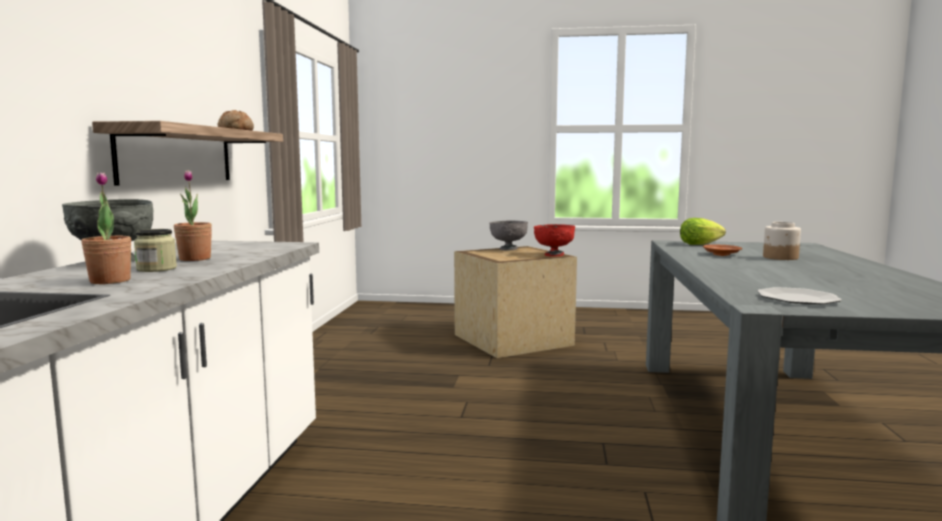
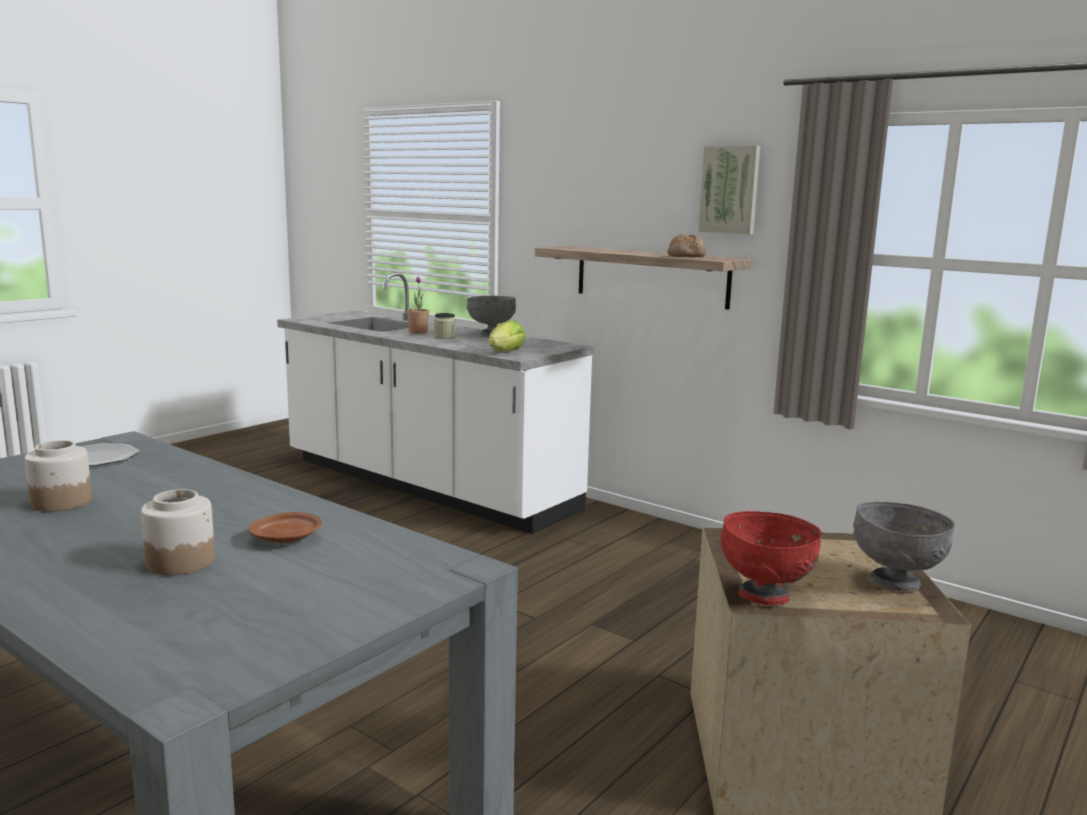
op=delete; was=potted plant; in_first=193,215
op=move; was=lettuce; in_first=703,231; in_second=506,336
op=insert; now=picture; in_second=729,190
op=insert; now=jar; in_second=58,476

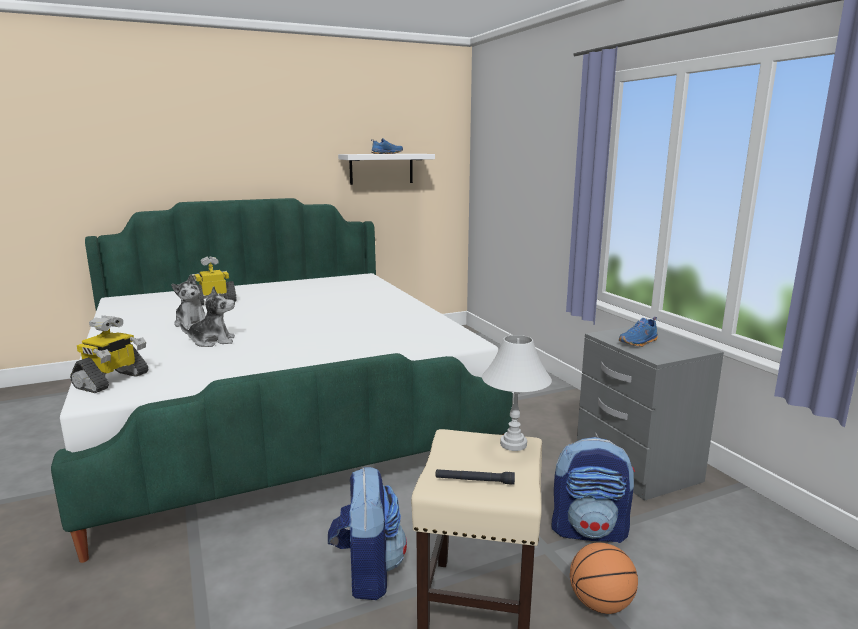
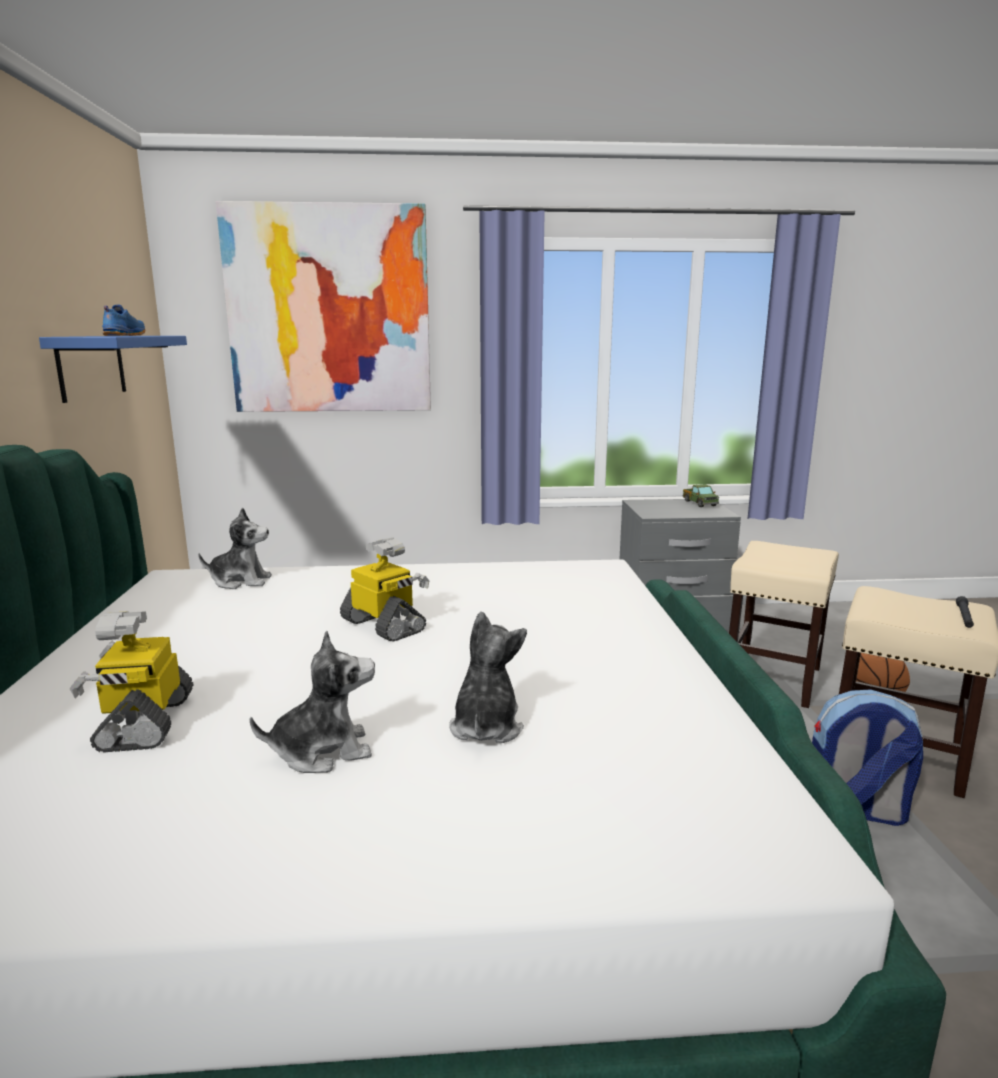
op=recolor; was=white shelf; now=blue shelf; in_first=386,169; in_second=113,369
op=move; was=toy robot; in_first=109,354; in_second=384,589
op=delete; was=blue shoe; in_first=638,331
op=delete; was=white table lamp; in_first=517,393
op=replace; was=backpack; now=beige stool; in_first=593,490; in_second=784,624
op=insert; now=picture; in_second=323,306
op=insert; now=toy truck; in_second=701,495
op=insert; now=plush toy; in_second=235,548

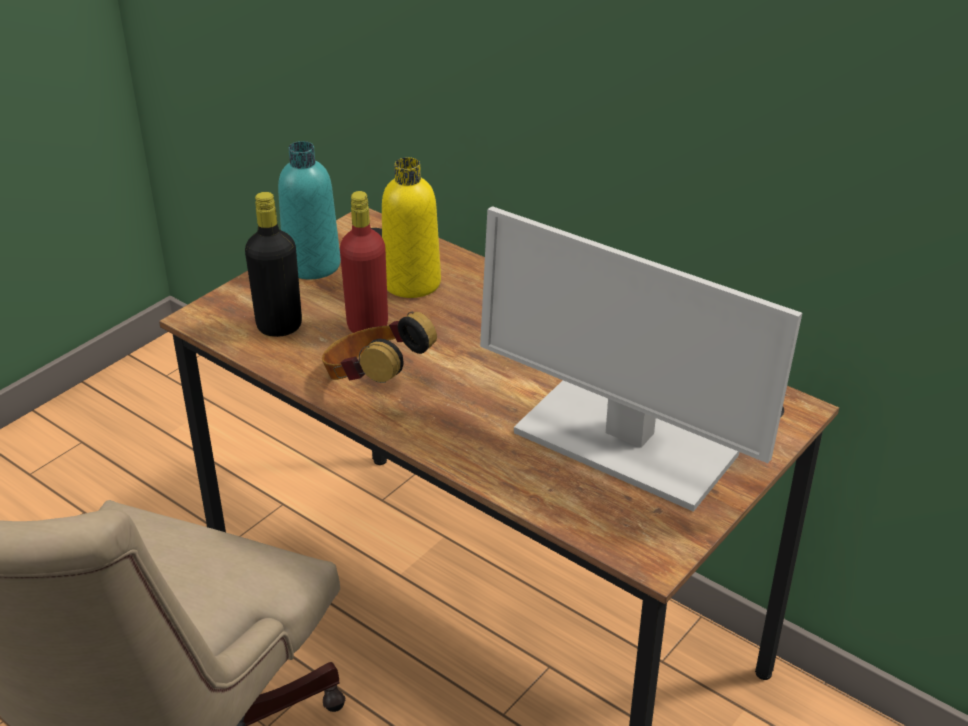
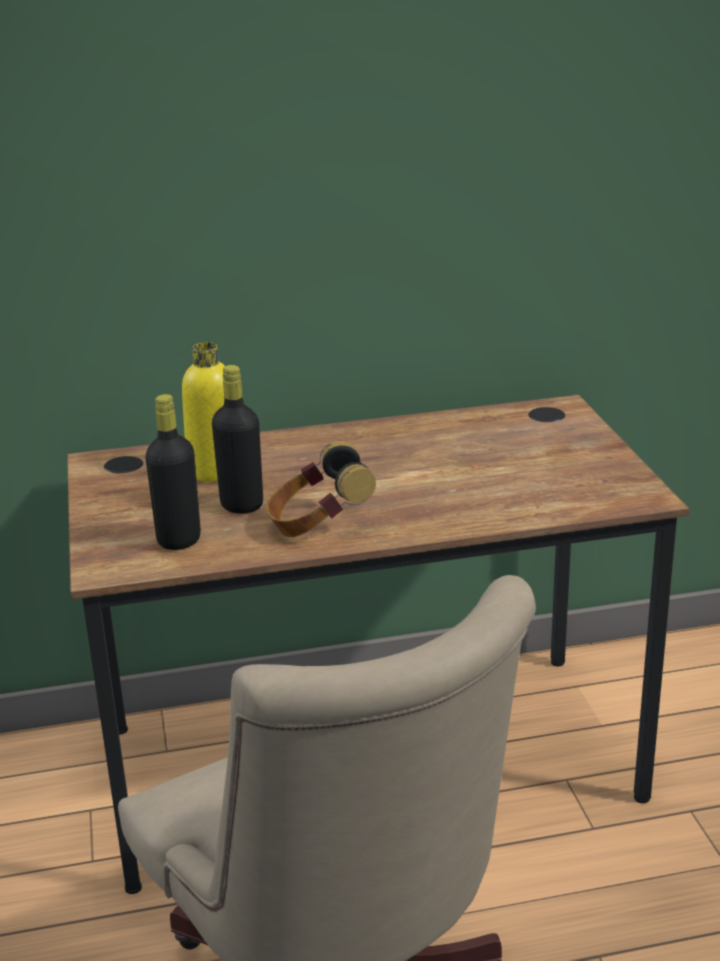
op=delete; was=turquoise bottle; in_first=309,210
op=recolor; was=red bottle; now=black bottle; in_first=364,262; in_second=237,439
op=delete; was=monitor; in_first=641,359

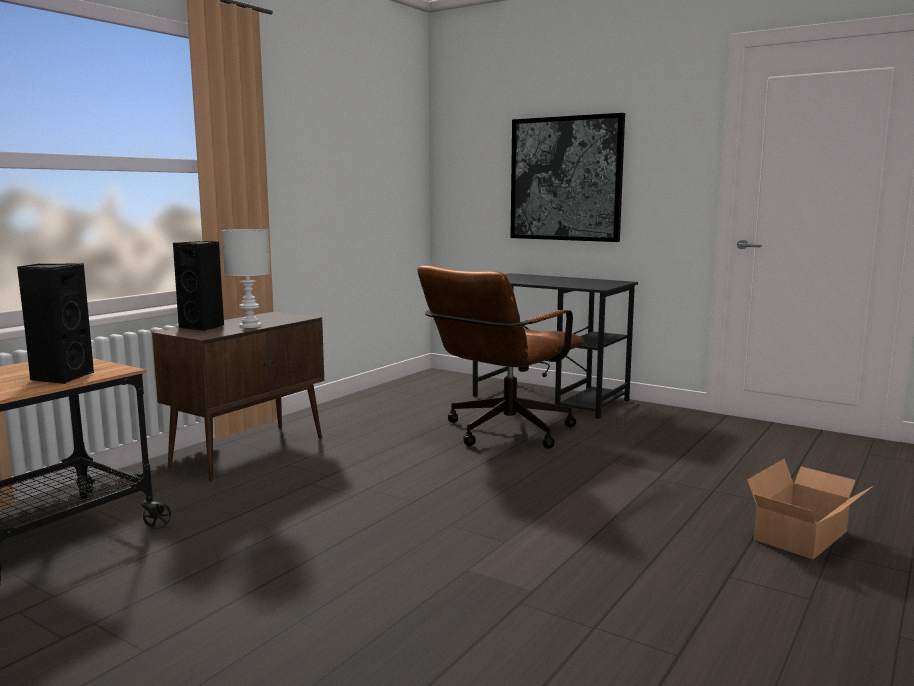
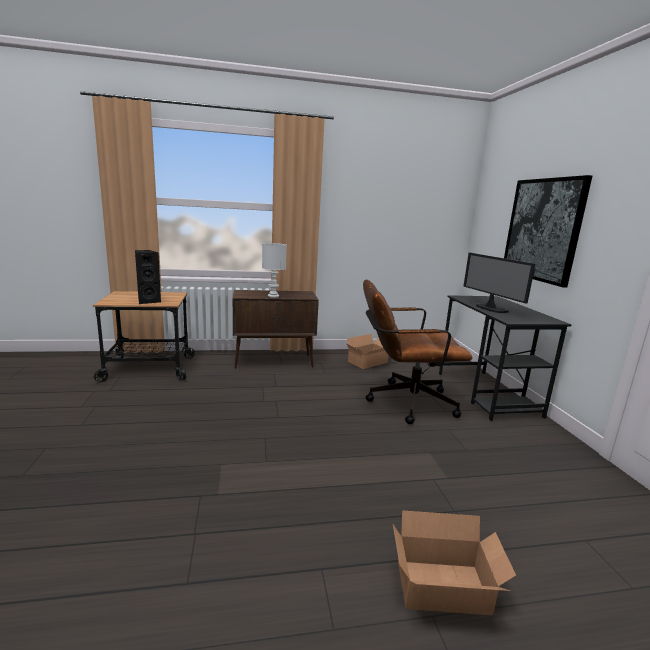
op=delete; was=black speaker; in_first=198,286
op=insert; now=monitor; in_second=499,283
op=insert; now=cardboard box; in_second=367,351

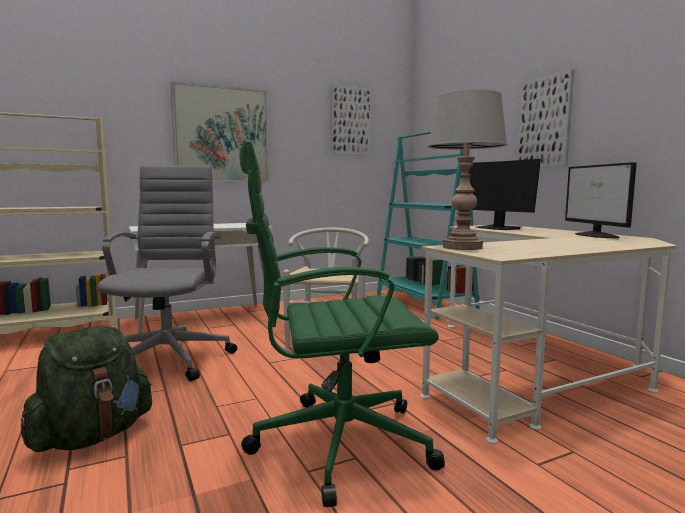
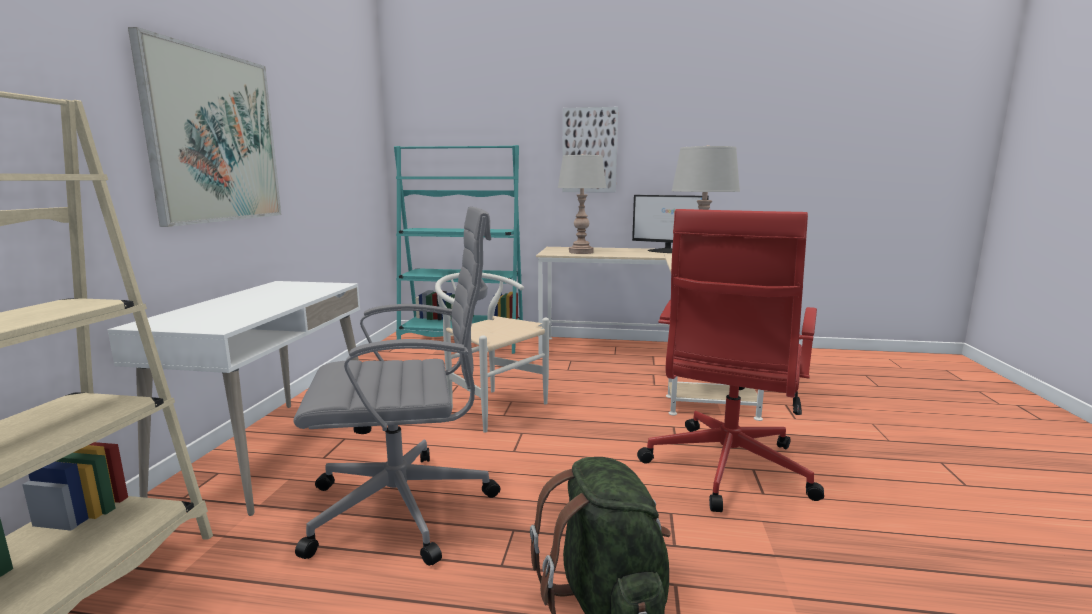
op=delete; was=picture; in_first=351,120
op=recolor; was=green office chair; now=red office chair; in_first=342,324; in_second=730,360
op=replace; was=monitor; now=grey table lamp; in_first=505,194; in_second=582,204
op=rotate; was=grey office chair; in_first=167,273; in_second=396,386; clockwise=135

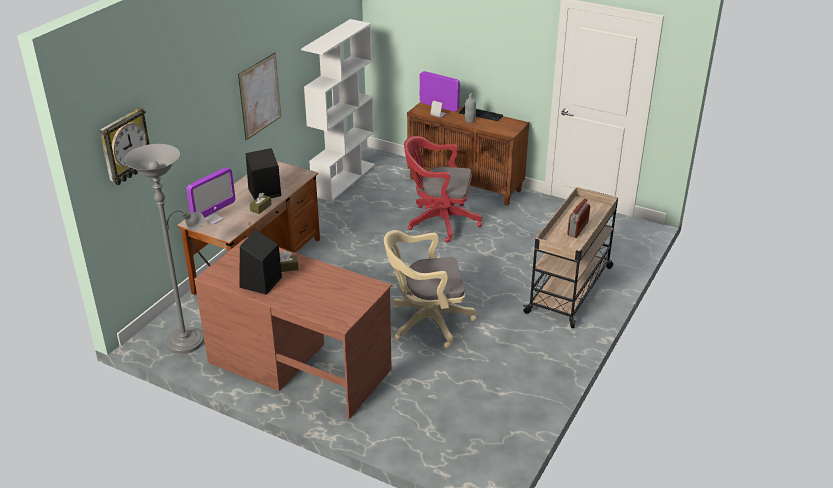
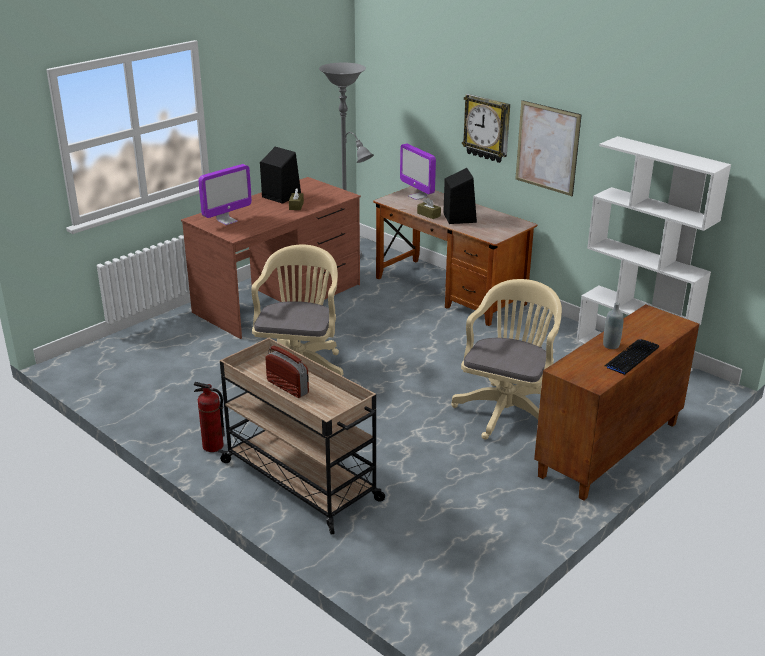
op=move; was=monitor; in_first=439,94; in_second=225,194
op=move; was=wall clock; in_first=124,146; in_second=486,128
op=recolor; was=red office chair; now=beige office chair; in_first=443,189; in_second=506,359
op=insert; now=fire extinguisher; in_second=209,417

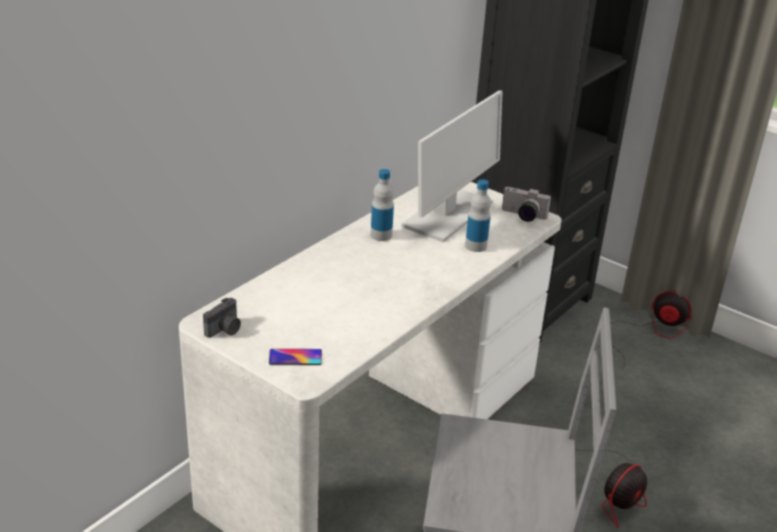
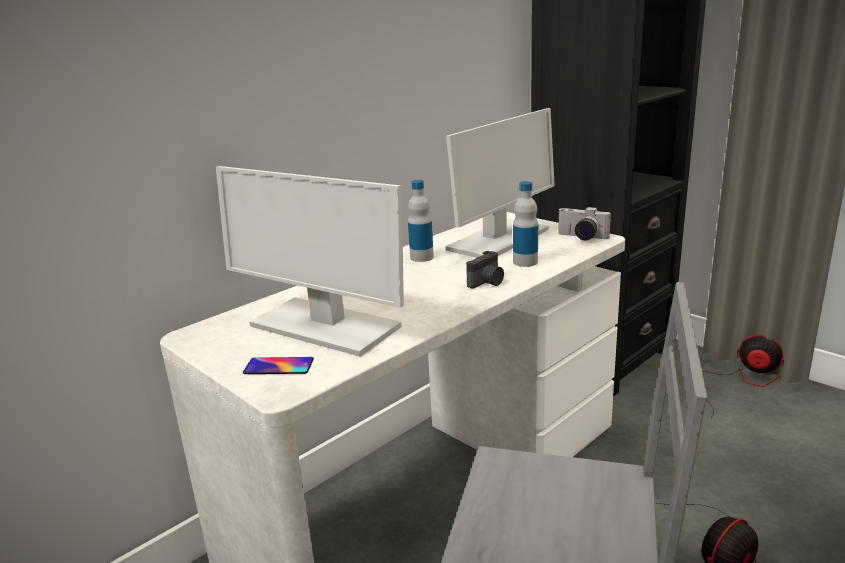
op=move; was=photo camera; in_first=222,318; in_second=485,269
op=insert; now=monitor; in_second=310,261

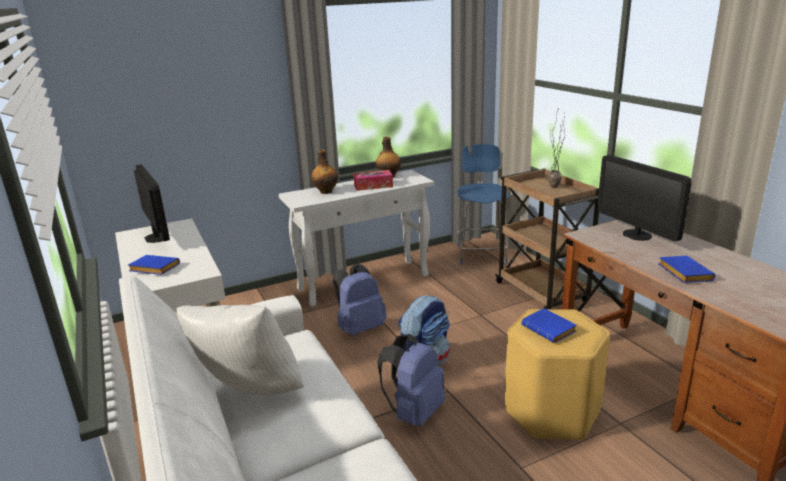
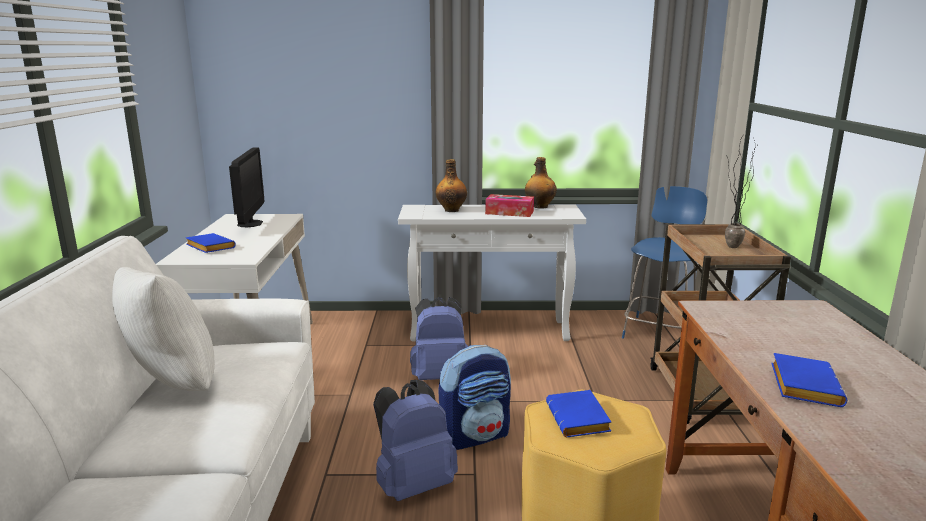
op=delete; was=monitor; in_first=644,198

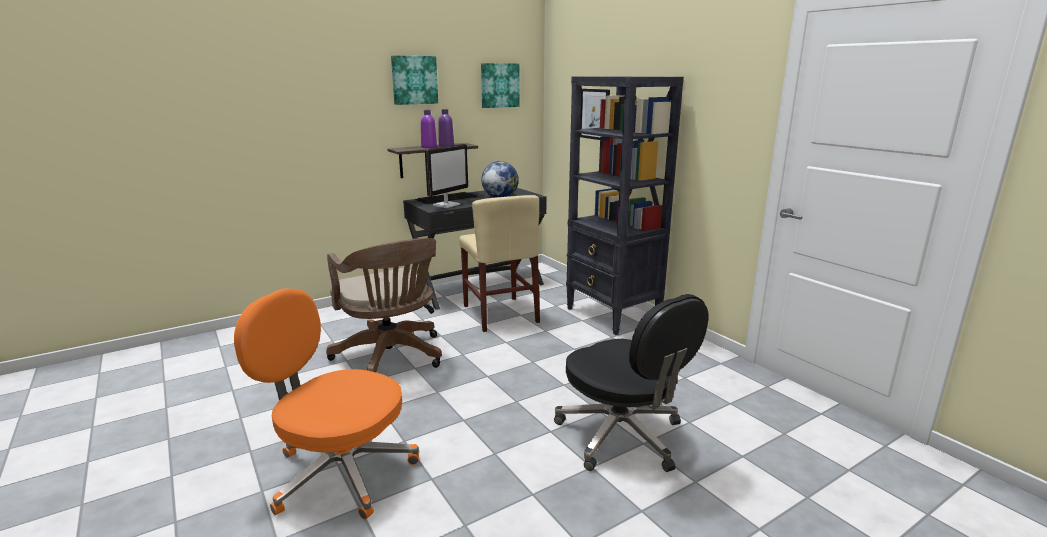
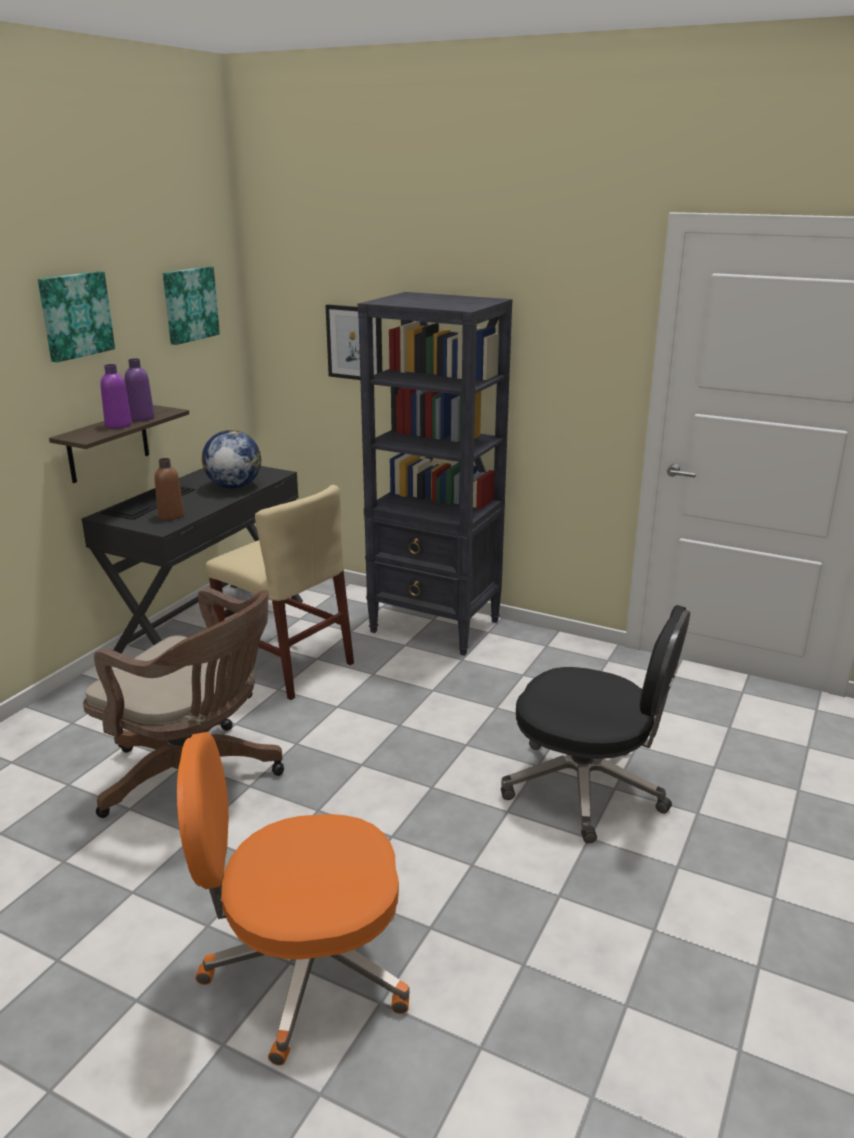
op=replace; was=monitor; now=brown bottle; in_first=446,176; in_second=169,489

